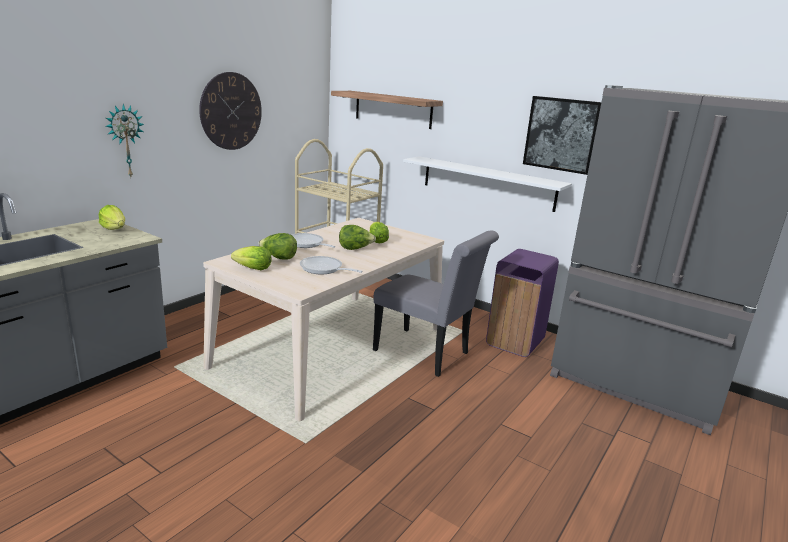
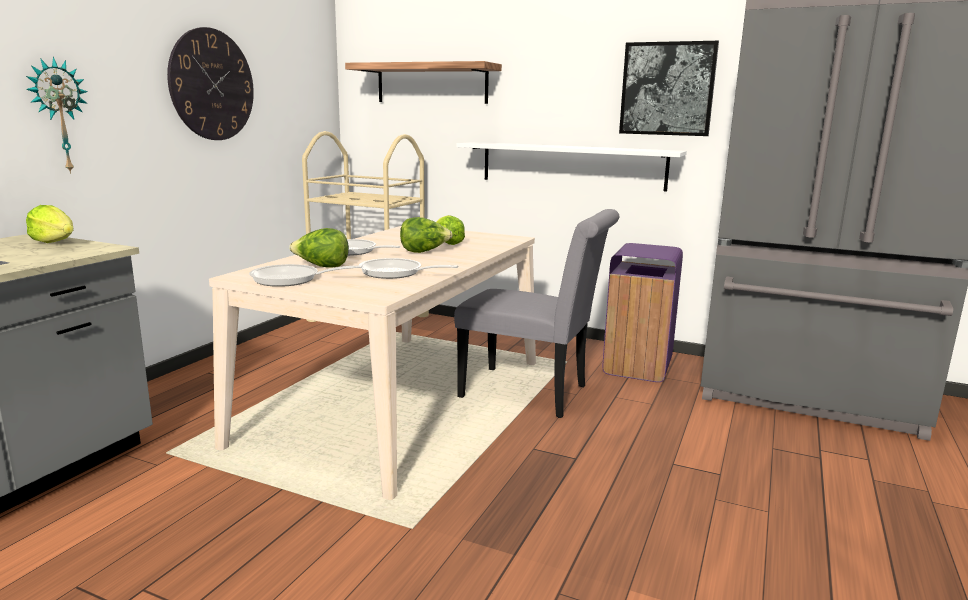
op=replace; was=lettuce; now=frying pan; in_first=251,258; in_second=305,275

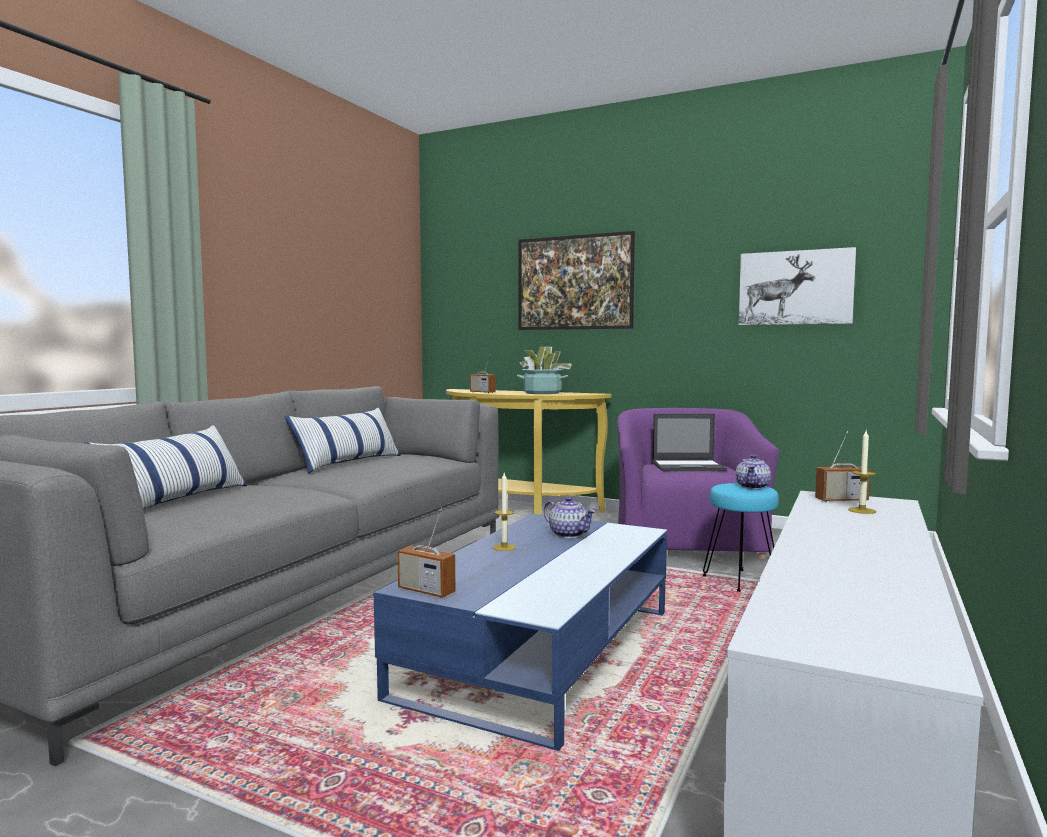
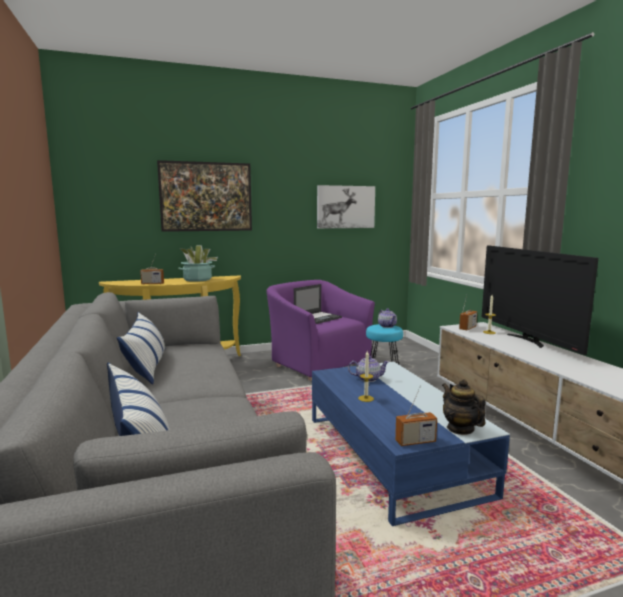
op=insert; now=television; in_second=540,300
op=insert; now=teapot; in_second=464,407

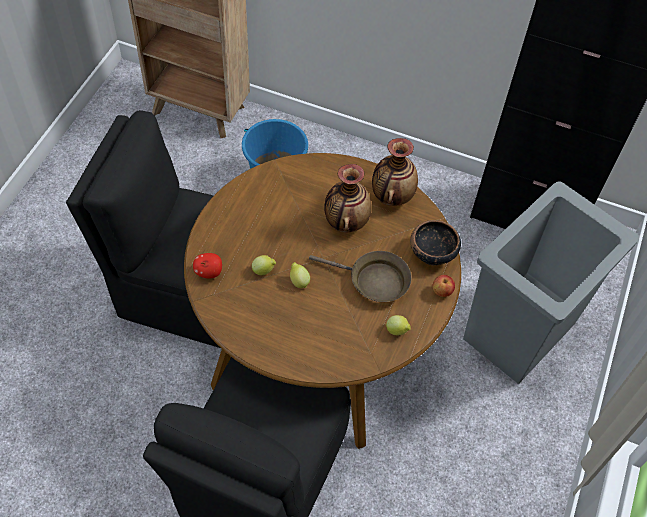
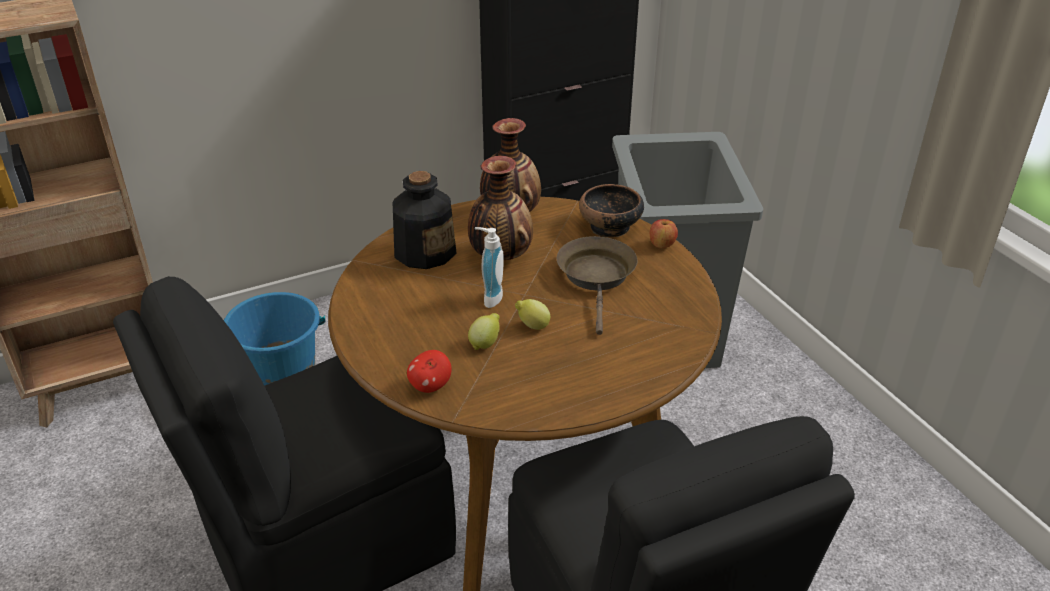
op=rotate; was=brown frying pan; in_first=360,276; in_second=597,285; clockwise=-60
op=delete; was=lemon; in_first=398,325
op=insert; now=bottle; in_second=424,220
op=insert; now=soap dispenser; in_second=489,267

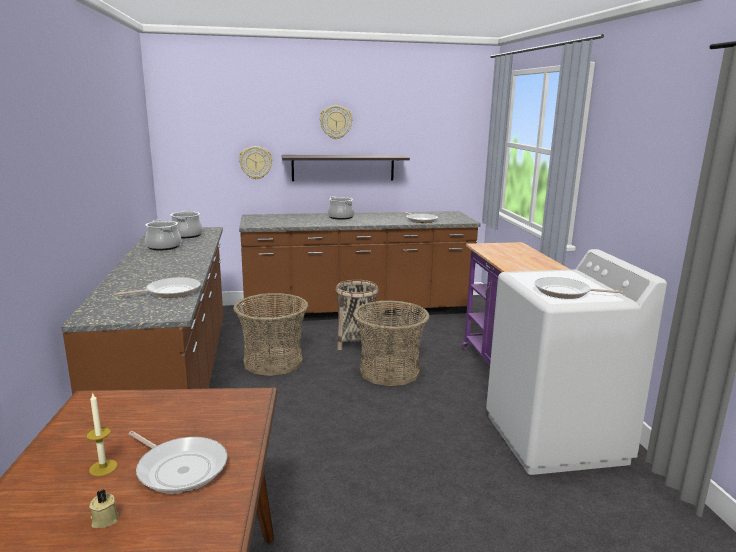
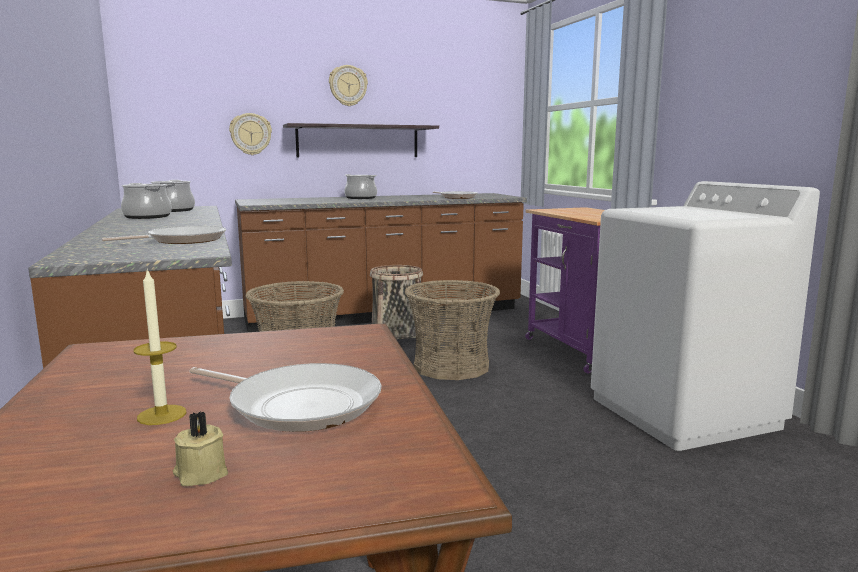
op=delete; was=frying pan; in_first=578,288

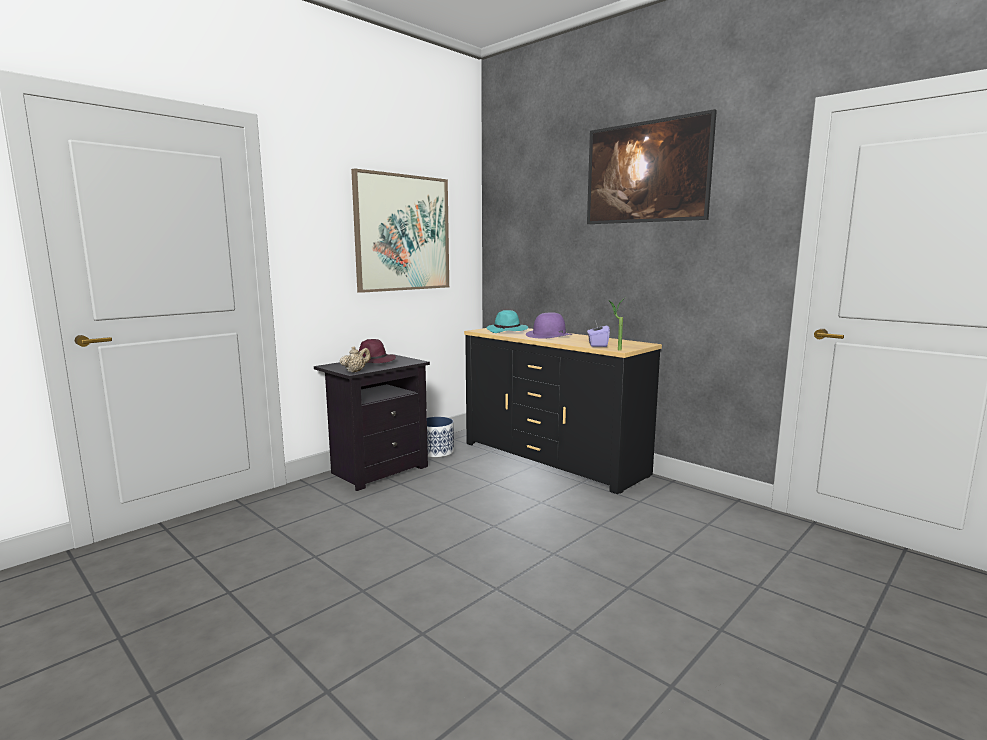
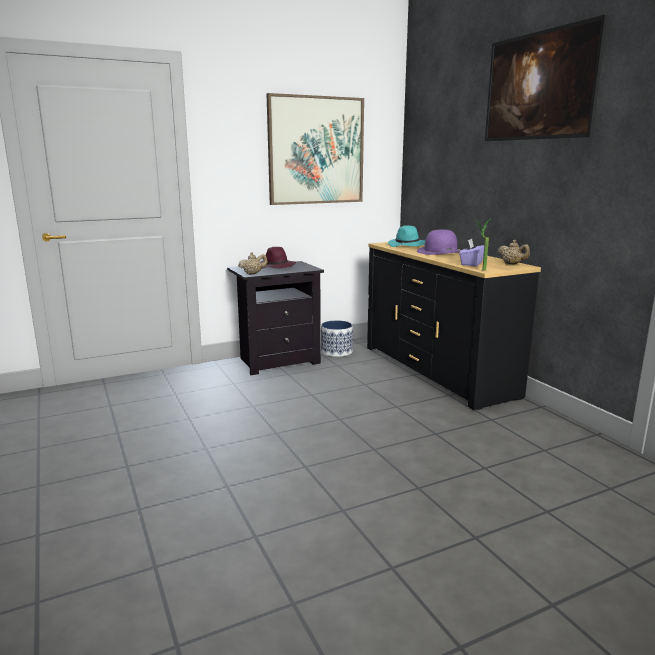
op=insert; now=beige teapot; in_second=513,252

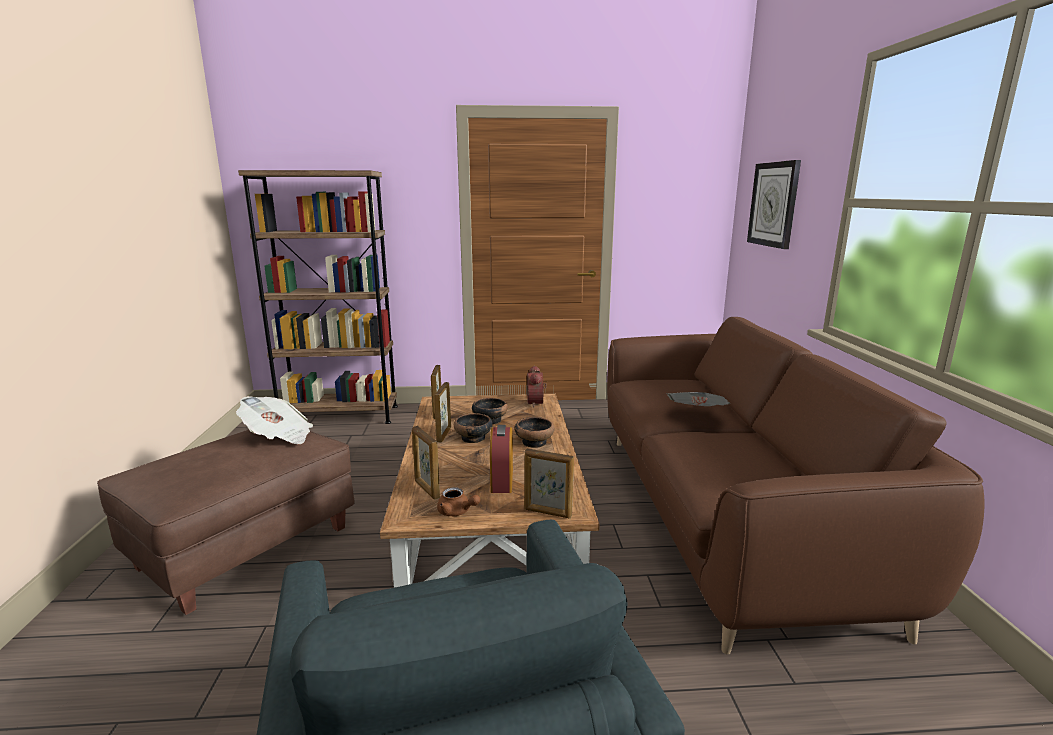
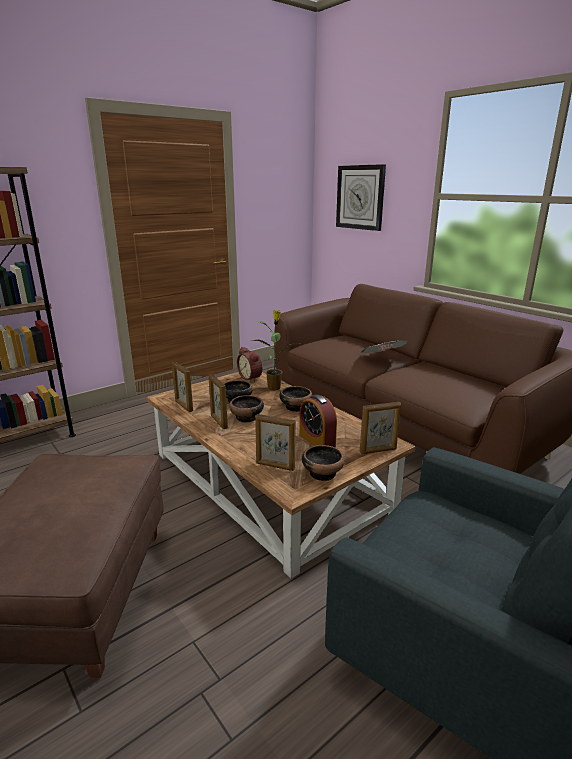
op=delete; was=newspaper; in_first=274,420
op=replace; was=brown teapot; now=bowl; in_first=459,501; in_second=323,463
op=insert; now=potted plant; in_second=274,350

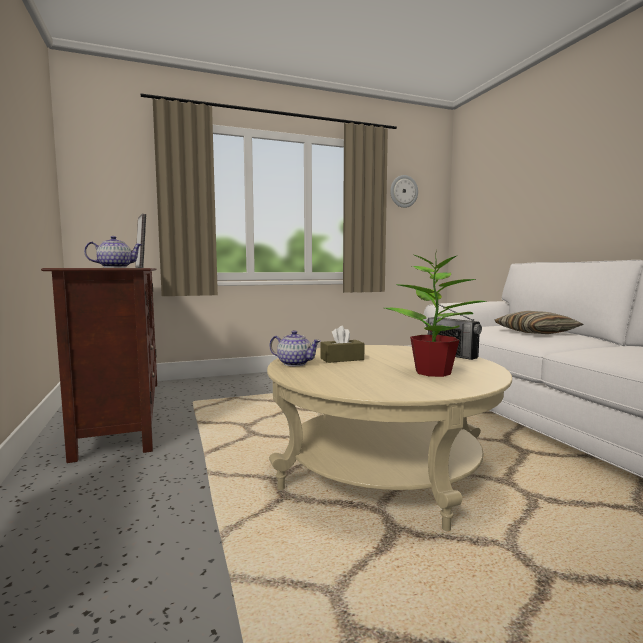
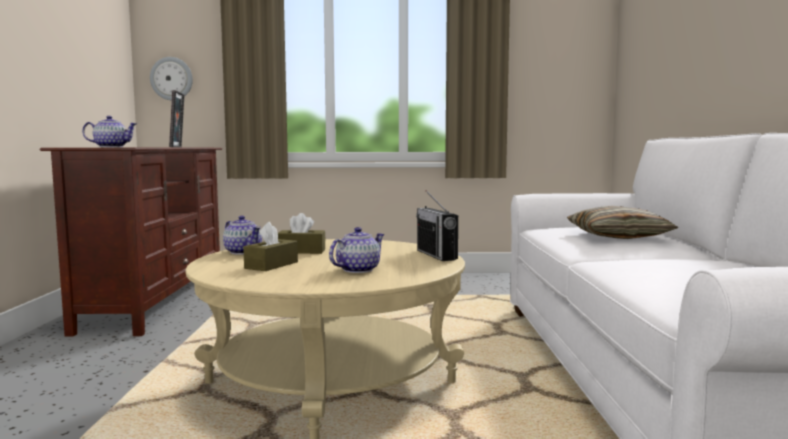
op=move; was=wall clock; in_first=404,191; in_second=171,78
op=replace; was=potted plant; now=teapot; in_first=436,312; in_second=357,250
op=insert; now=brown tissue box; in_second=270,246

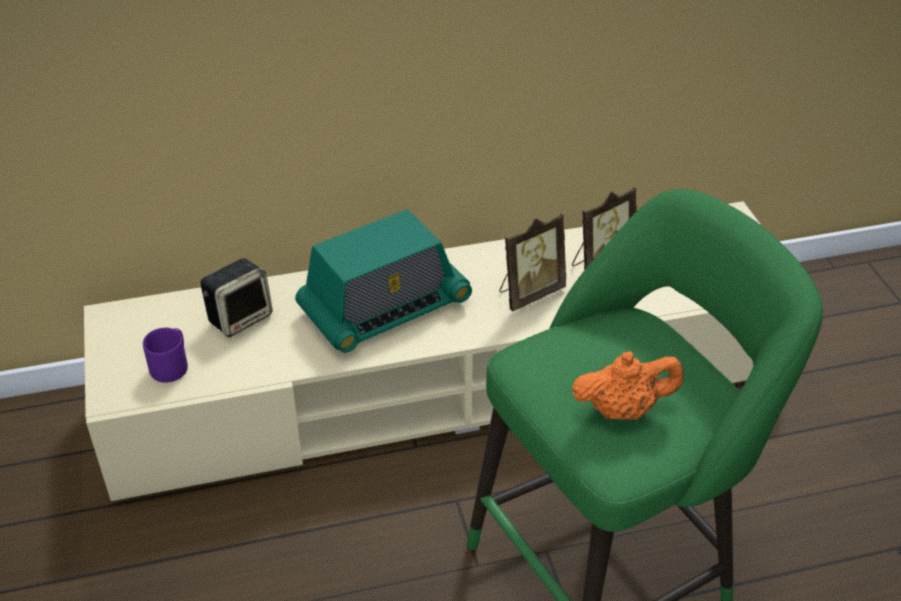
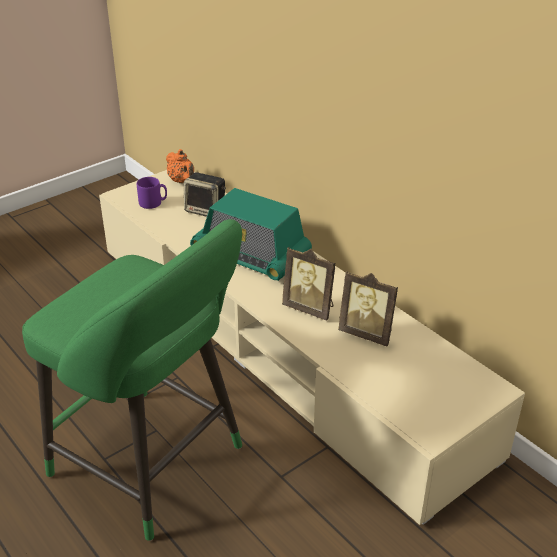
op=move; was=orange teapot; in_first=628,385; in_second=180,166

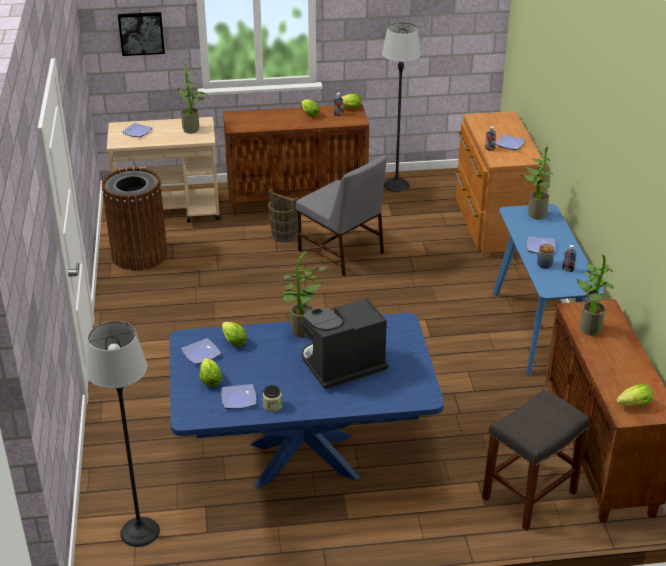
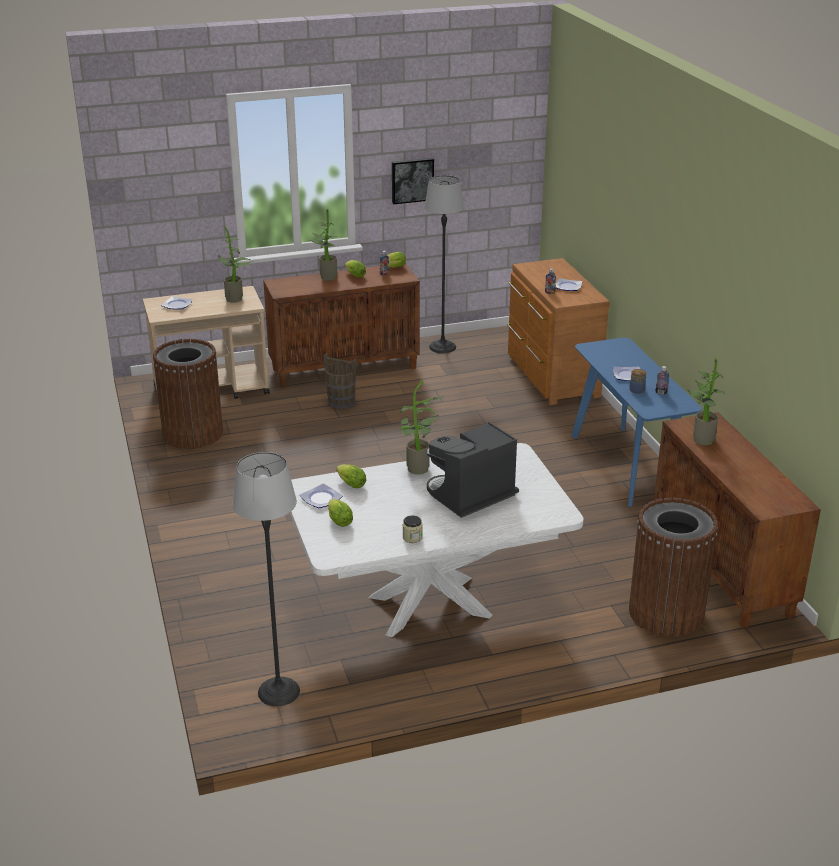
op=move; was=picture; in_first=141,34; in_second=413,181
op=move; was=potted plant; in_first=537,183; in_second=323,245
op=delete; was=grey chair; in_first=341,216
op=recolor; was=blue dining table; now=white dining table; in_first=306,401; in_second=437,540
op=delete; was=plate; in_first=238,396
op=delete; was=lettuce; in_first=634,395
op=replace; was=grey stool; now=brown trash can; in_first=536,460; in_second=673,567

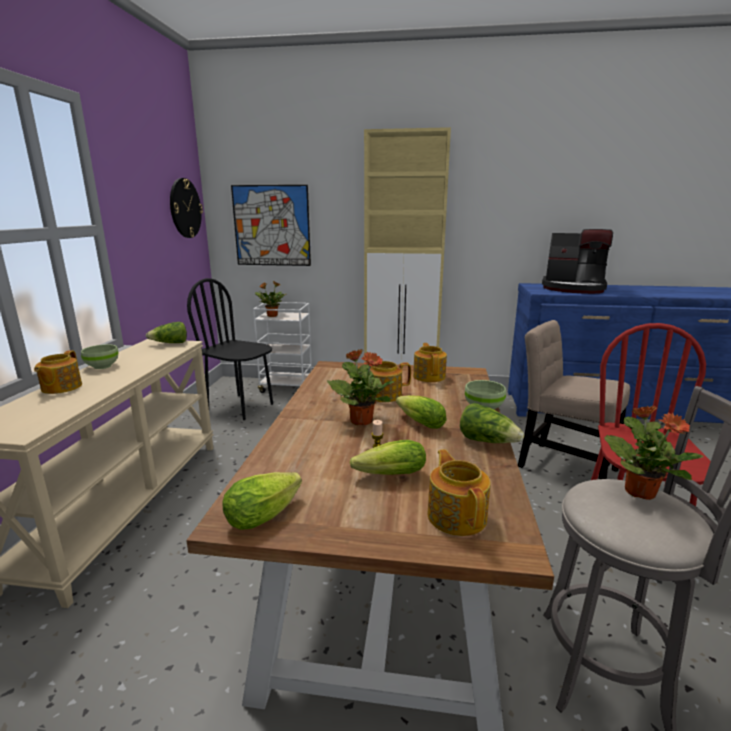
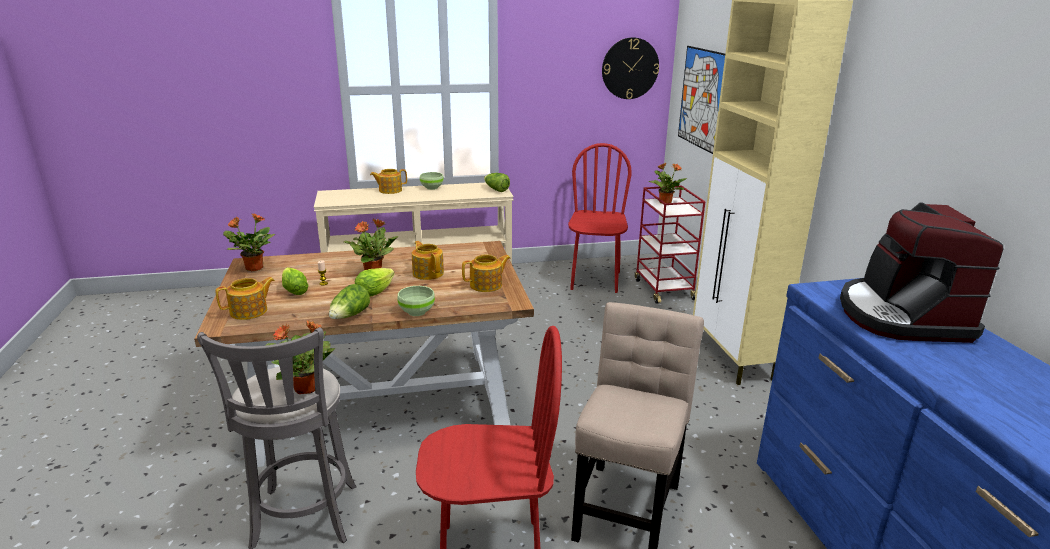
op=recolor; was=black chair; now=red chair; in_first=230,349; in_second=600,218
op=recolor; was=white cart; now=red cart; in_first=282,347; in_second=670,244
op=replace; was=lettuce; now=potted plant; in_first=262,501; in_second=249,242

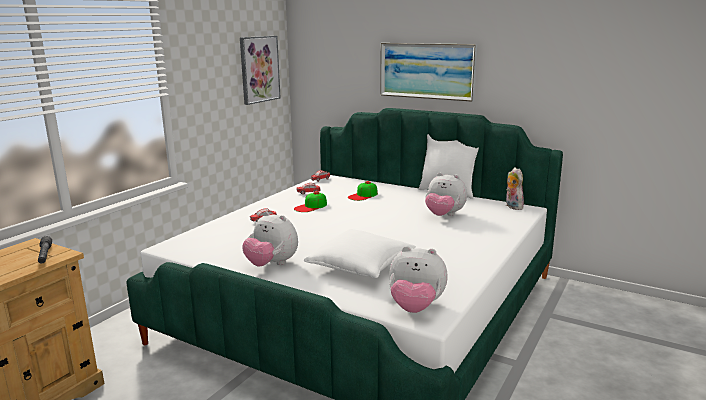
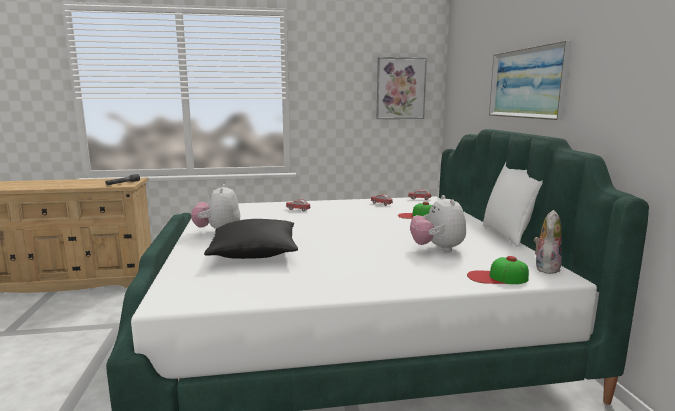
op=move; was=cap; in_first=310,201; in_second=498,270
op=recolor; was=white pillow; now=black pillow; in_first=360,253; in_second=251,239
op=delete; was=plush toy; in_first=418,279

